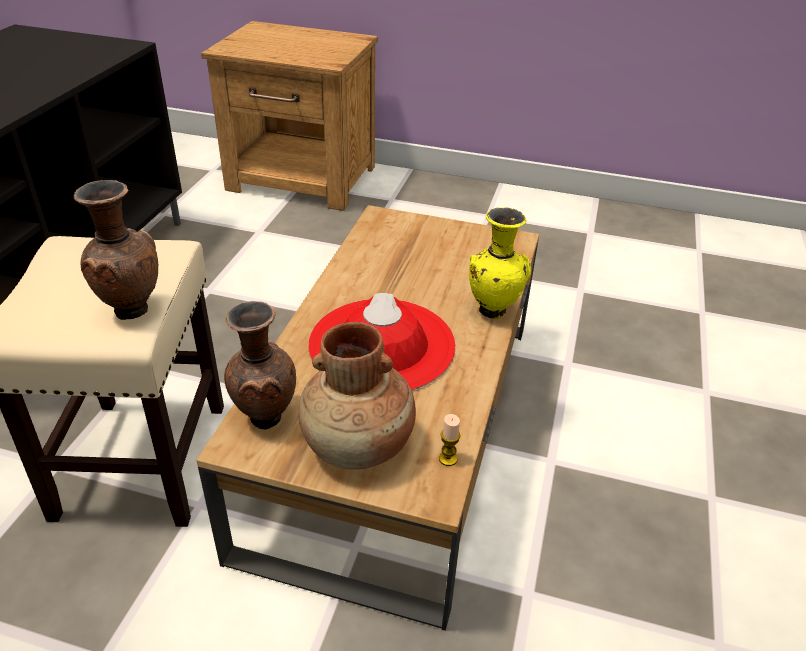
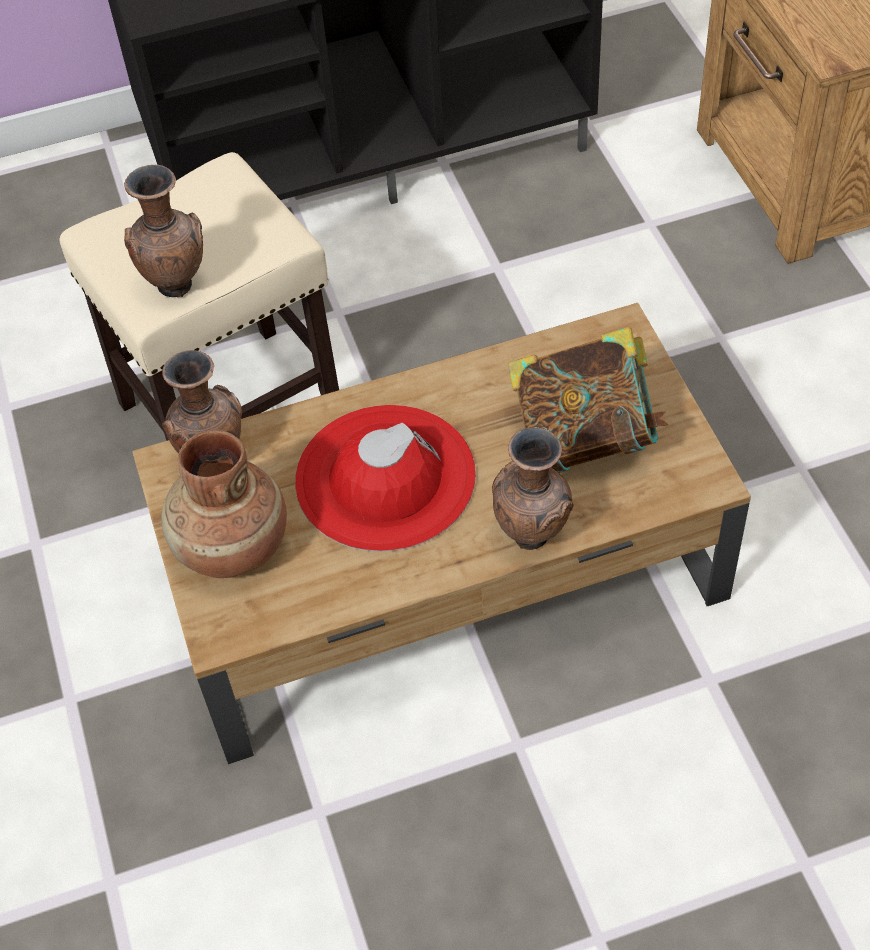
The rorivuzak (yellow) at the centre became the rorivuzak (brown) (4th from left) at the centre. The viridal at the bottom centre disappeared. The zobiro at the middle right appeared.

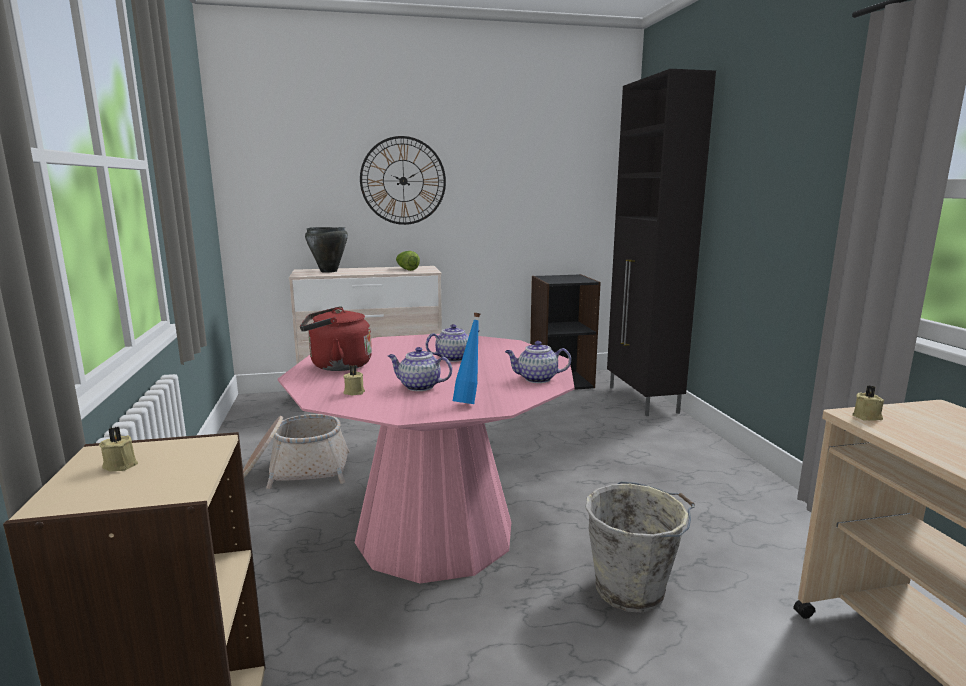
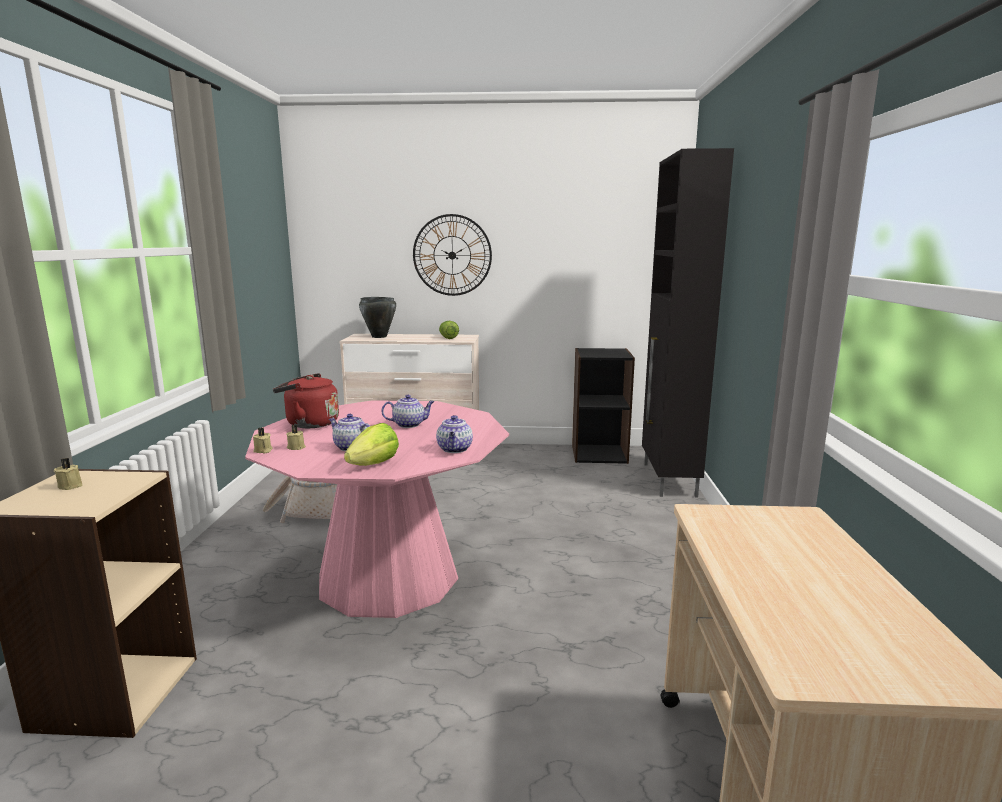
The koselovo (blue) at the centre was replaced by the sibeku (1st from left) at the centre. The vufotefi (3rd from left) at the centre turned 105 degrees counterclockwise. The viridal (beige) (3rd from left in the first image) moved from the middle right to the middle left. The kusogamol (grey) at the bottom centre disappeared.

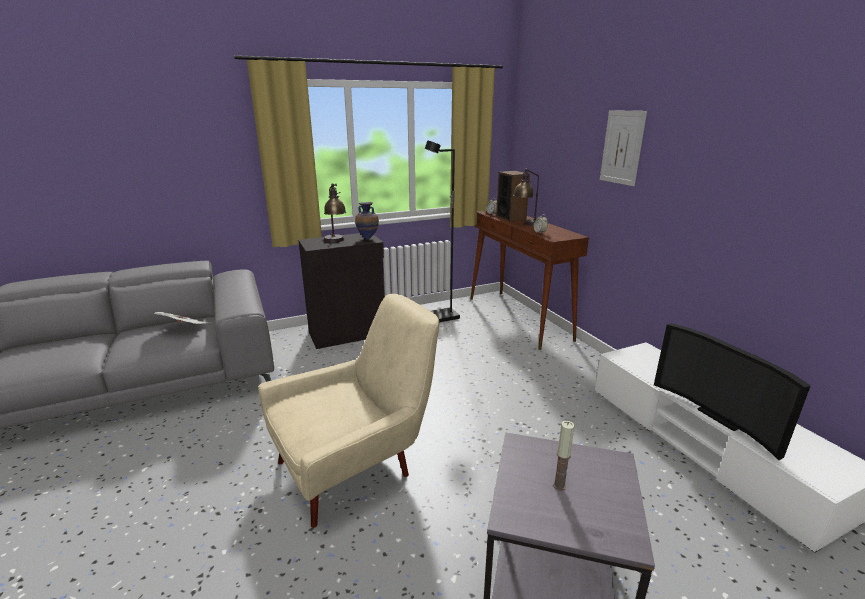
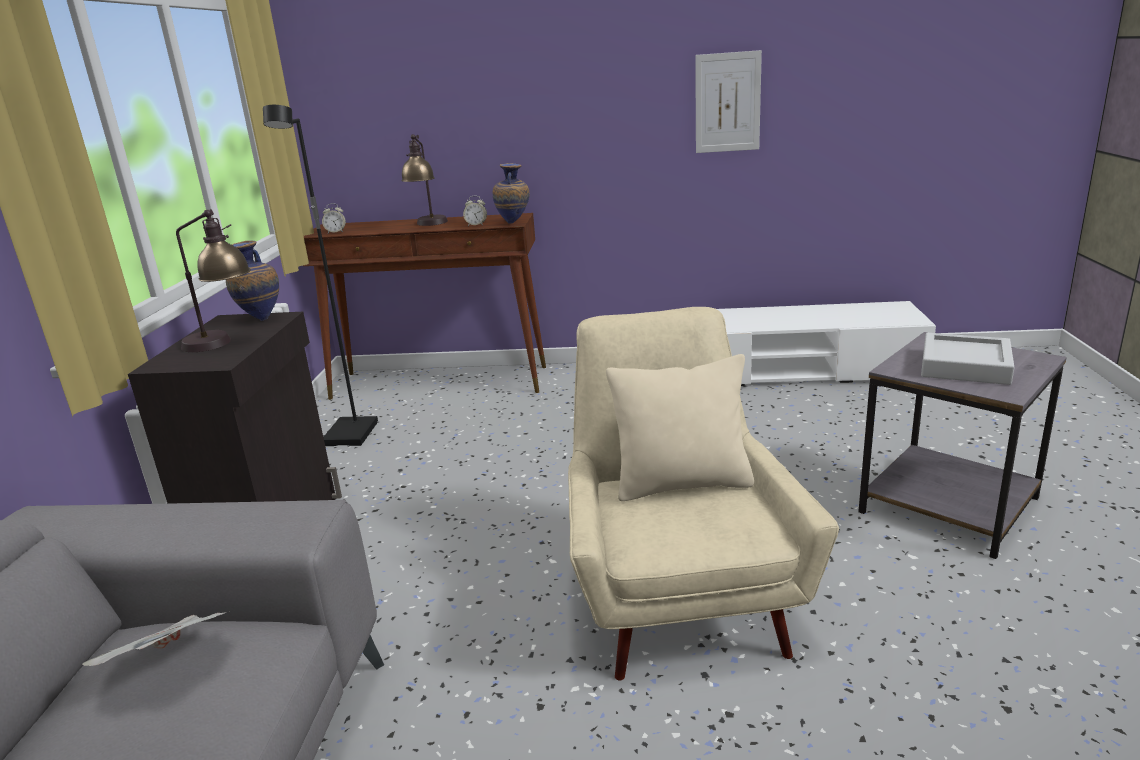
The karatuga moved from the top right to the top centre. The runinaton at the top centre disappeared. The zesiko at the middle right disappeared. The viridal at the bottom centre was replaced by the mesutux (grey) at the middle right. The rorivuzak (2nd from left) at the top centre appeared. The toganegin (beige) at the centre appeared.

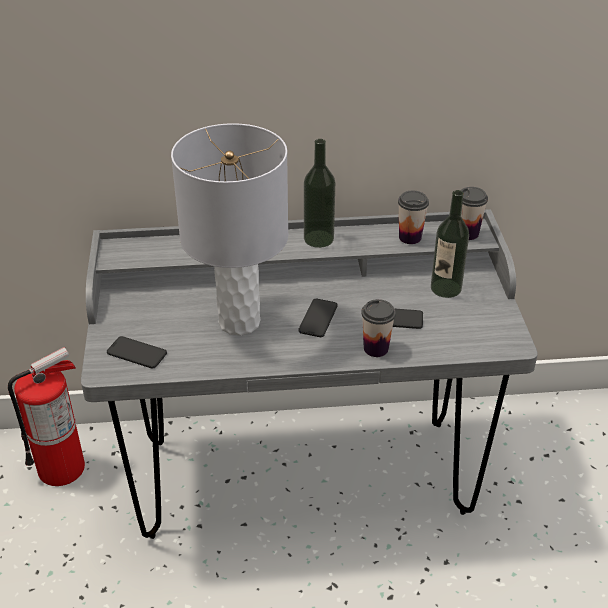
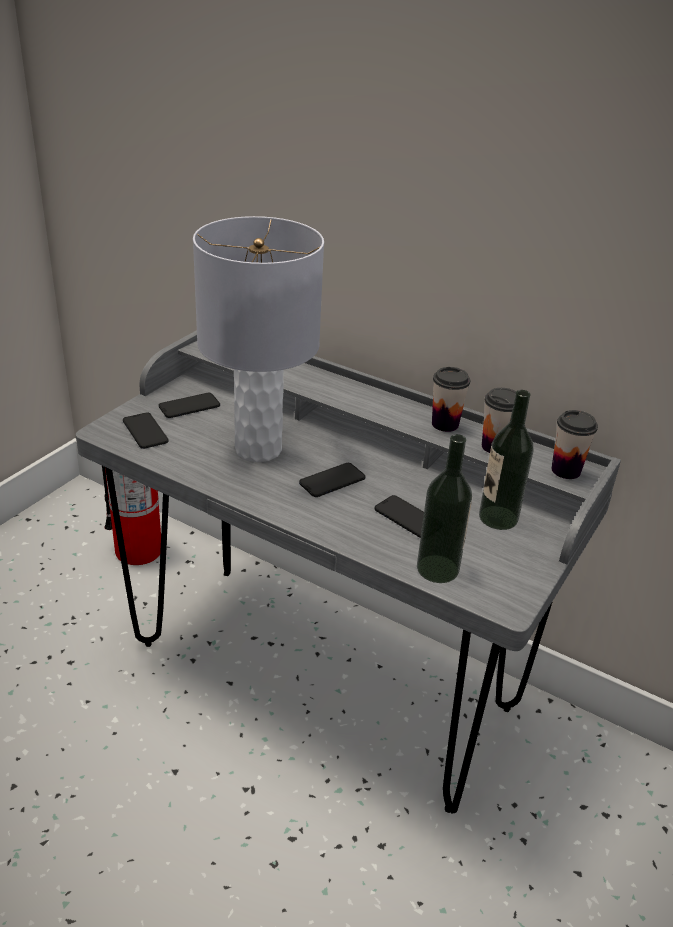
The koselovo (1st from left) moved from the top centre to the centre. The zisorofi (1st from left) moved from the centre to the middle right. The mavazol (2nd from left) at the middle left appeared.

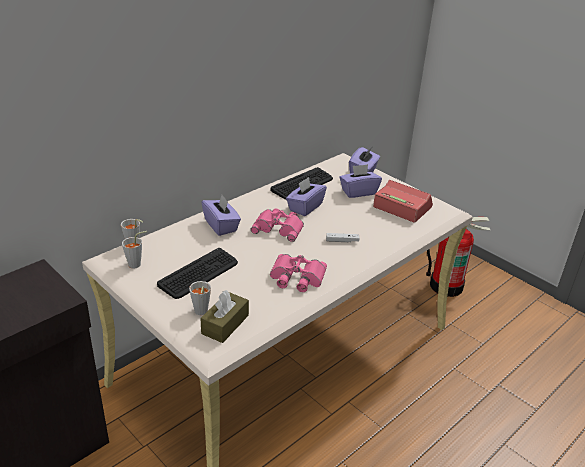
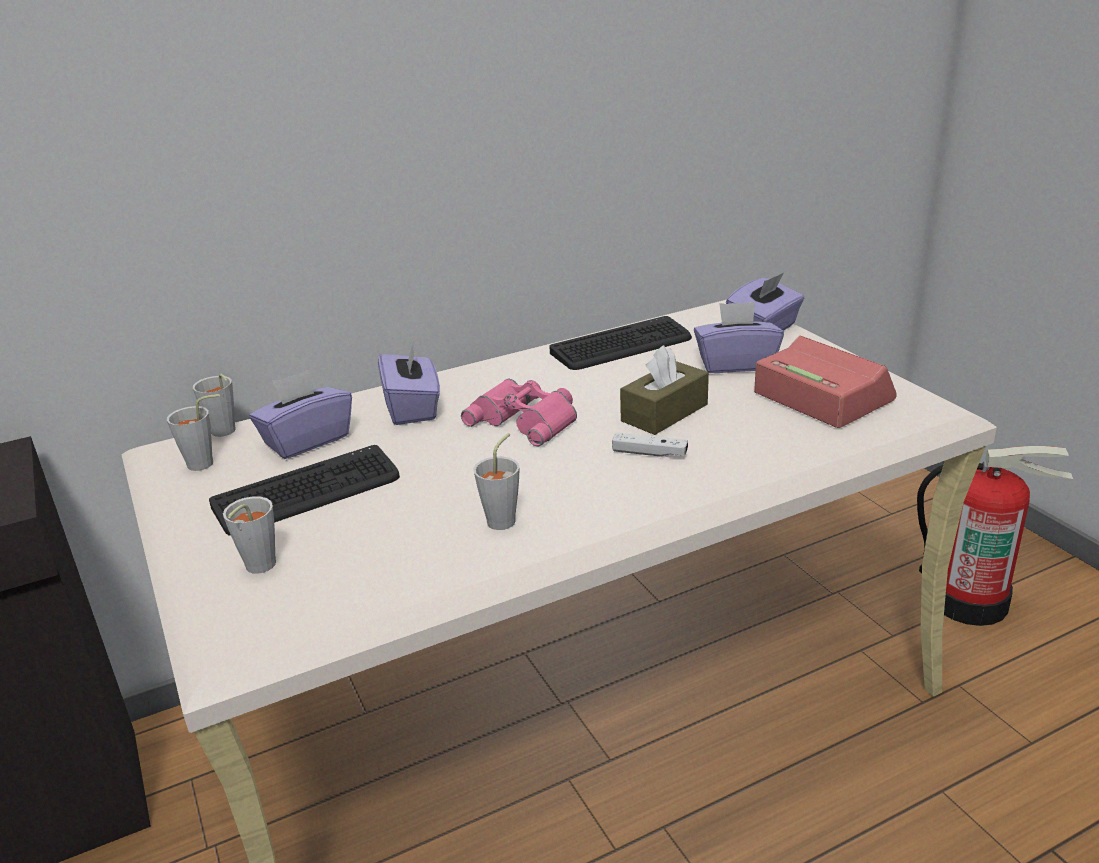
The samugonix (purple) (2nd from left in the first image) moved from the centre to the middle left. The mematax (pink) (2nd from left) at the centre was replaced by the zisorofi (grey) (4th from left) at the centre. The samugonix (brown) moved from the bottom centre to the centre.

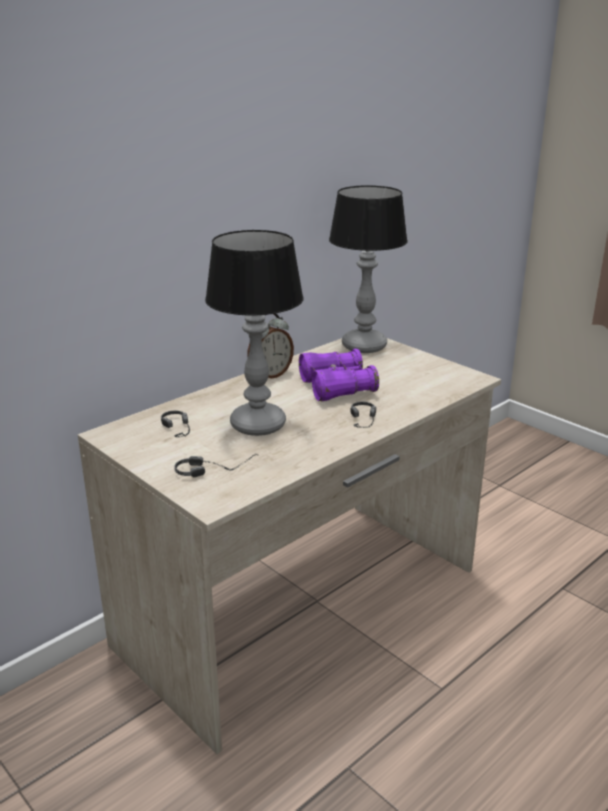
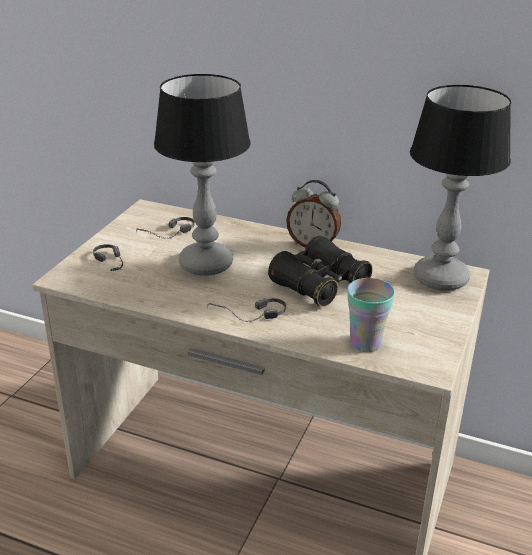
The mematax (purple) at the centre became the mematax (black) at the centre. The zisorofi at the middle right appeared.

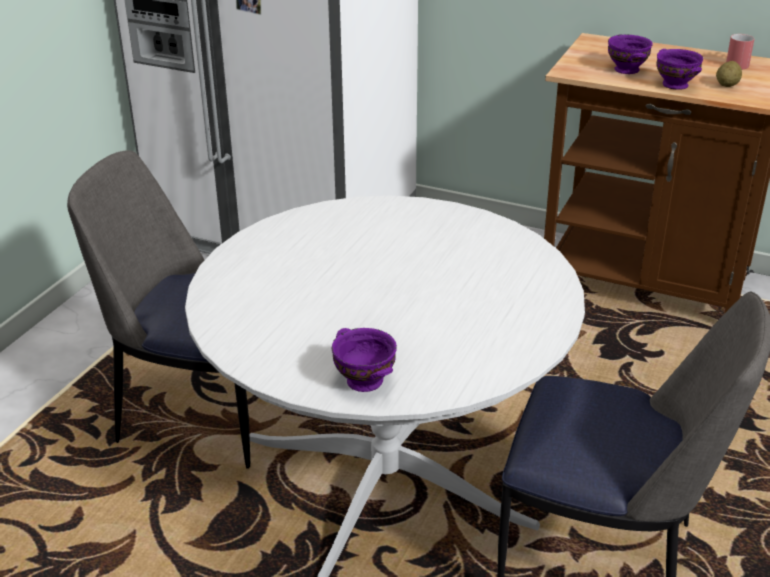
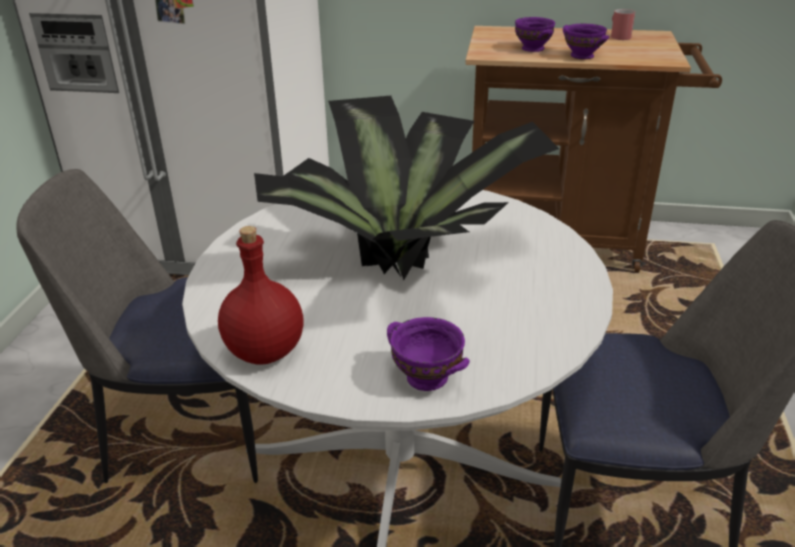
The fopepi at the top right disappeared. The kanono at the centre appeared. The koselovo (red) at the middle left appeared.

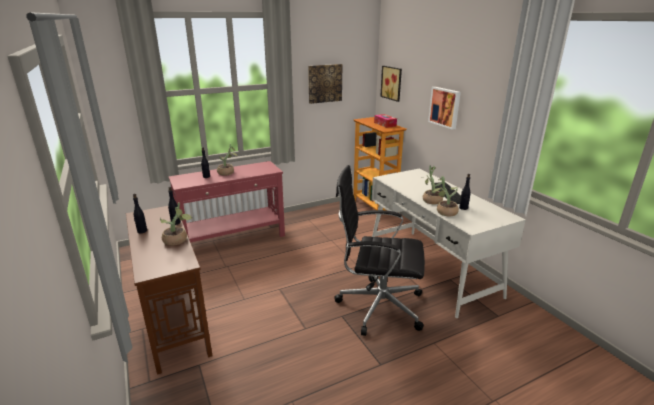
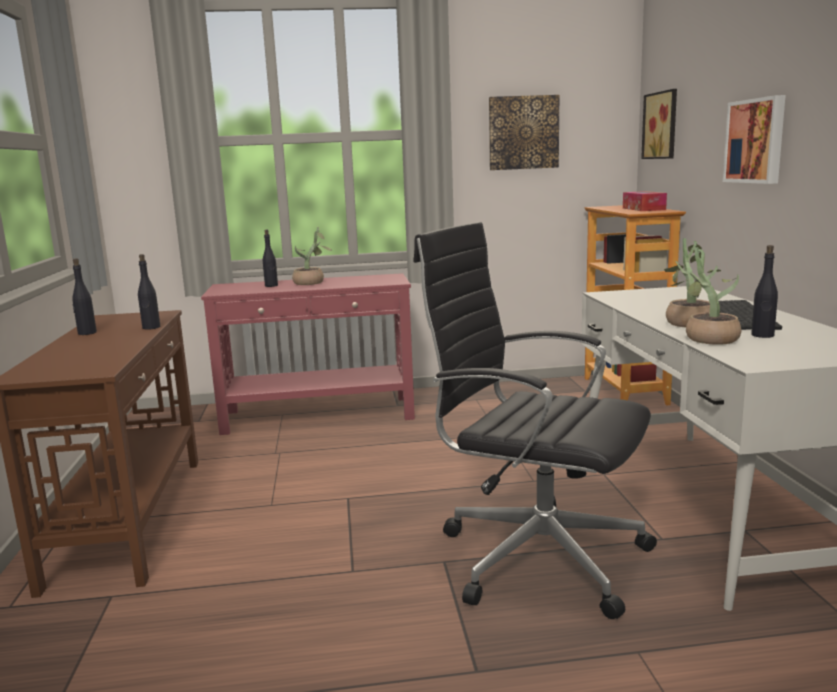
The kanono (1st from left) at the middle left disappeared.

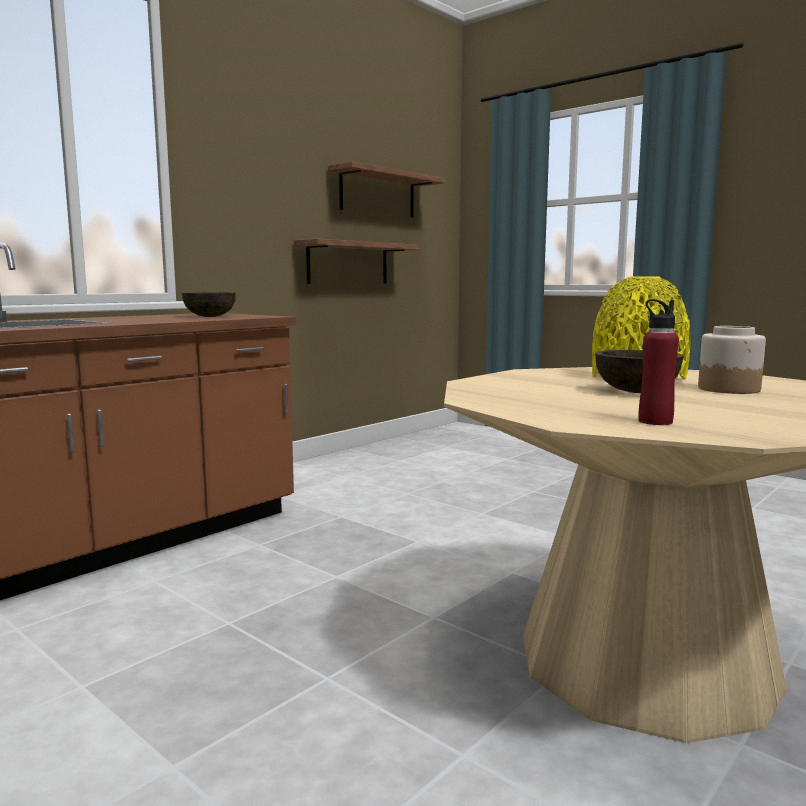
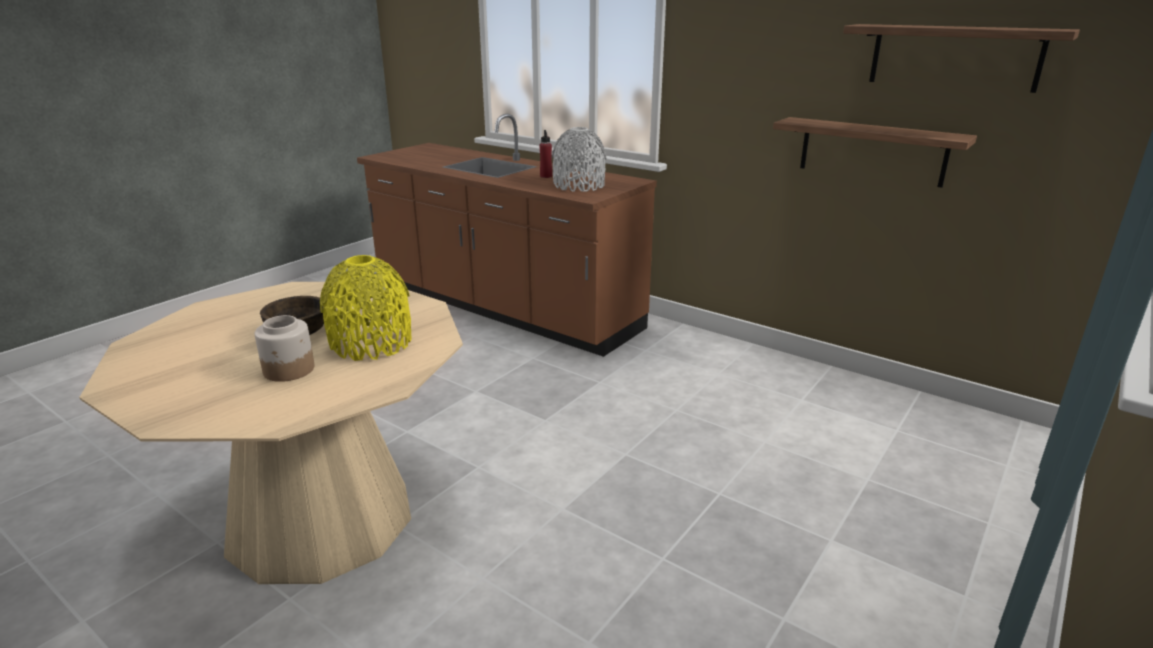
The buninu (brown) (1st from left) at the middle left was replaced by the rorivuzak (grey) at the top centre. The koselovo (red) moved from the middle right to the top centre.

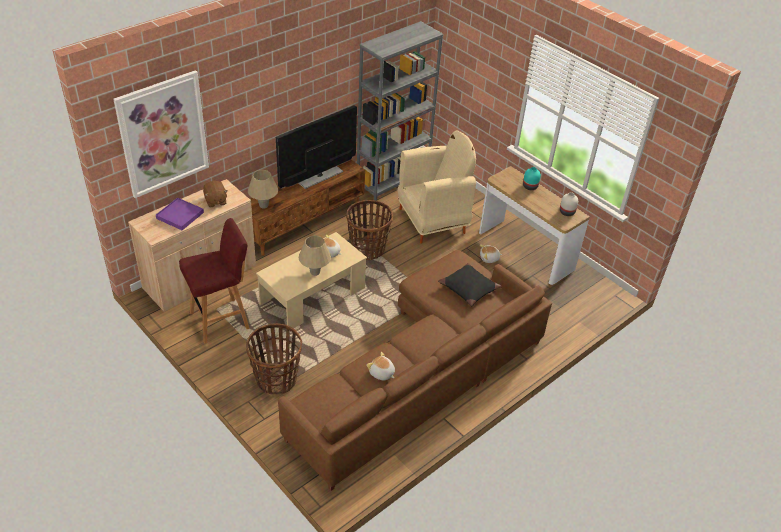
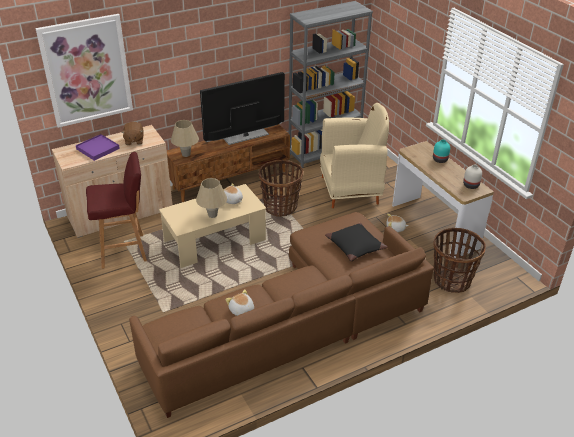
The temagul (1st from left in the first image) moved from the bottom centre to the middle right.

